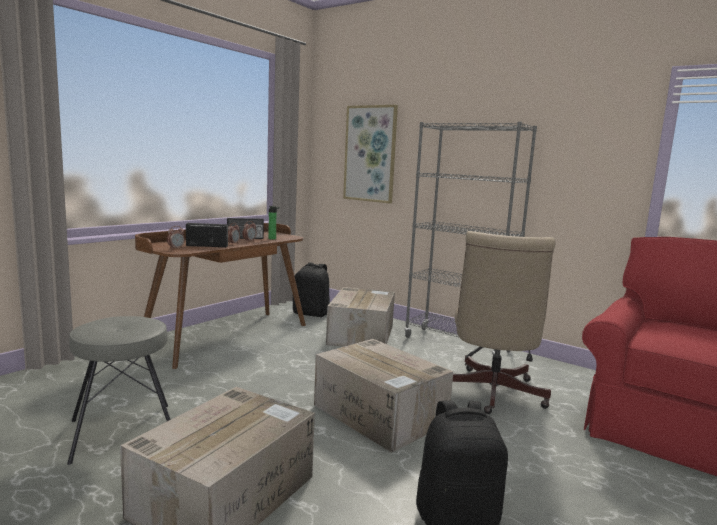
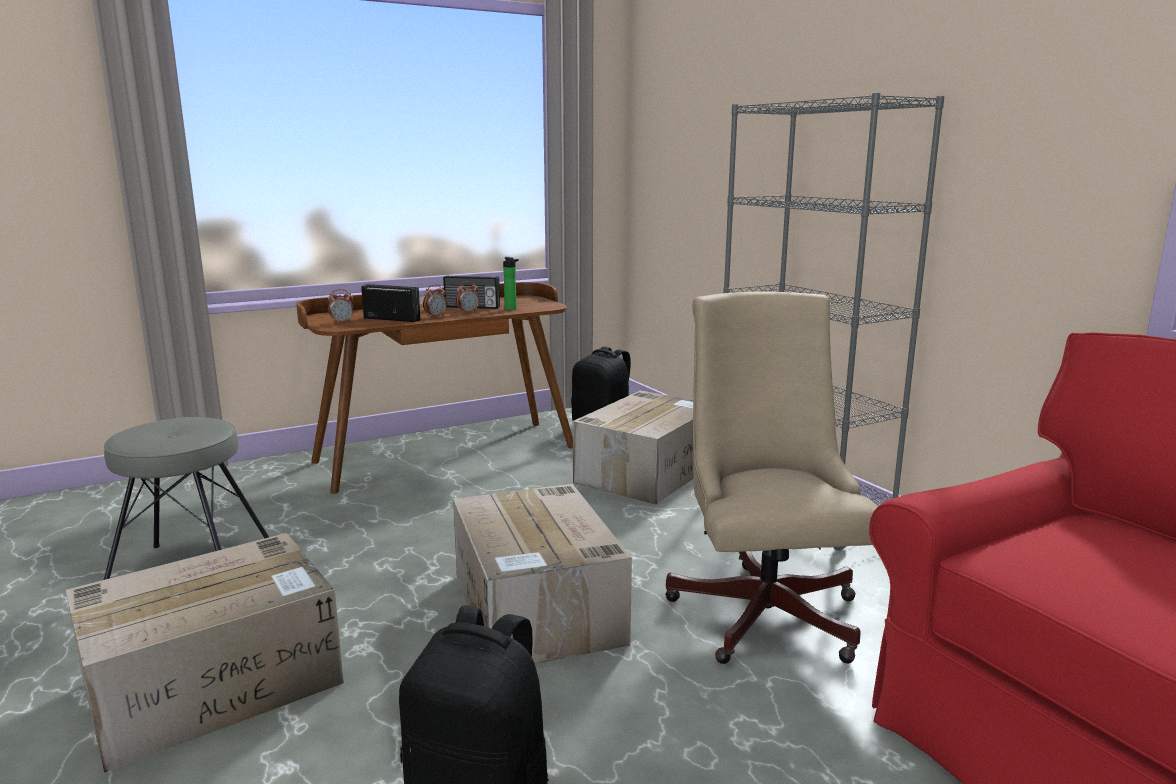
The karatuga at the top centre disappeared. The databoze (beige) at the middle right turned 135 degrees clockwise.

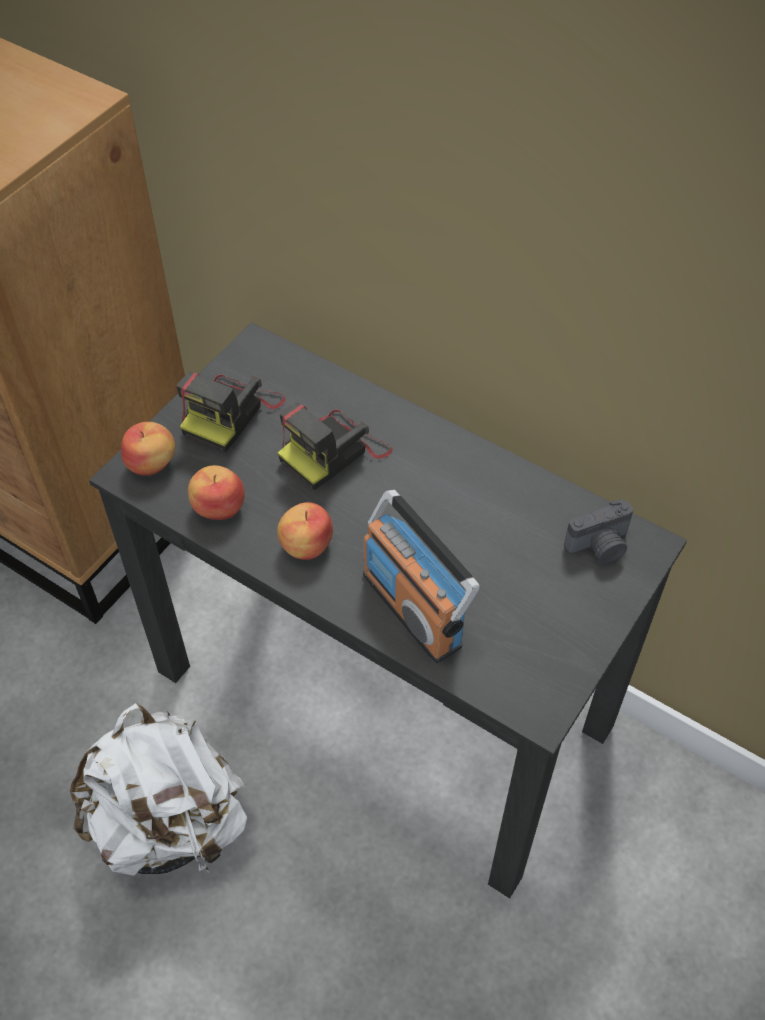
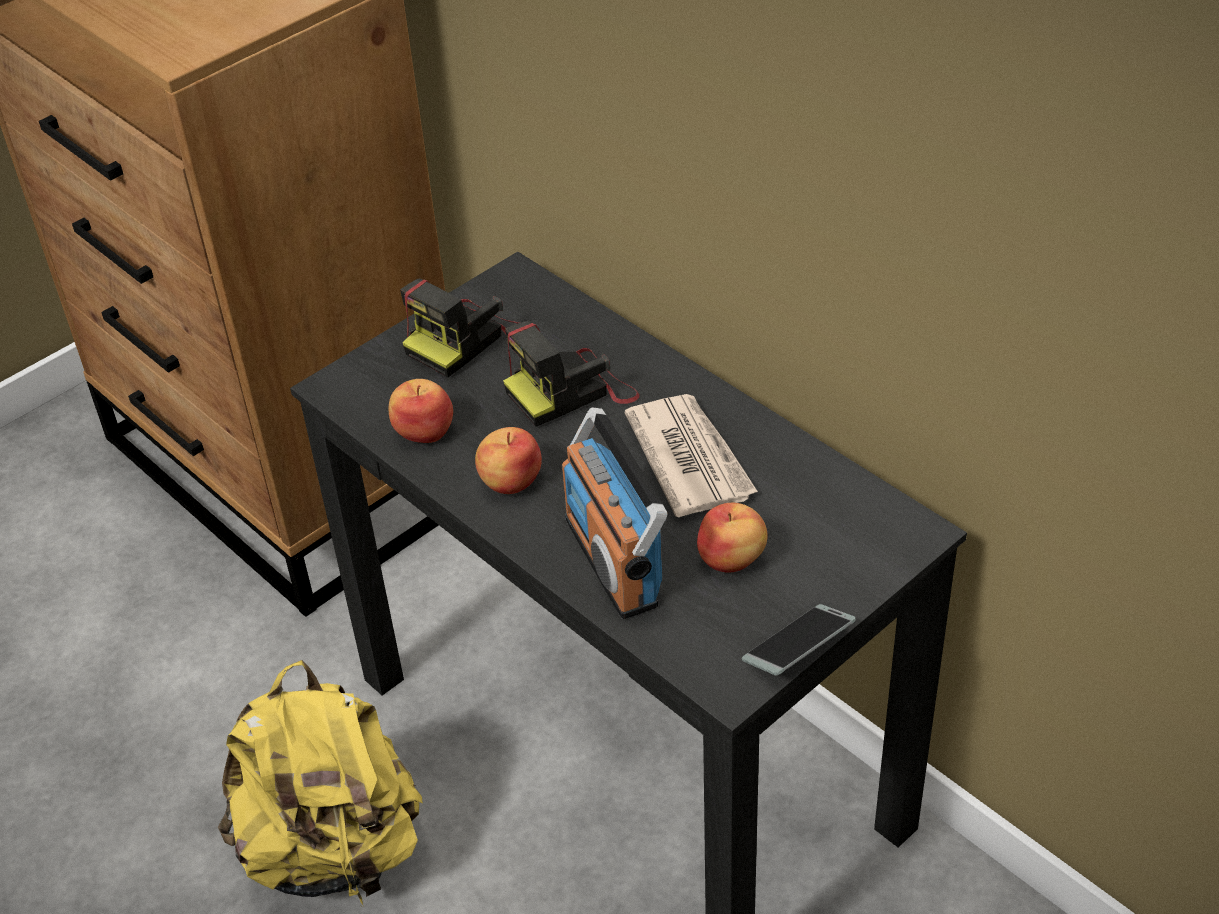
The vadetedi (1st from left in the first image) moved from the middle left to the centre. The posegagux (3rd from left) at the middle right disappeared. The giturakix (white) at the bottom left became the giturakix (yellow) at the bottom left. The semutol at the centre appeared. The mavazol at the bottom centre appeared.

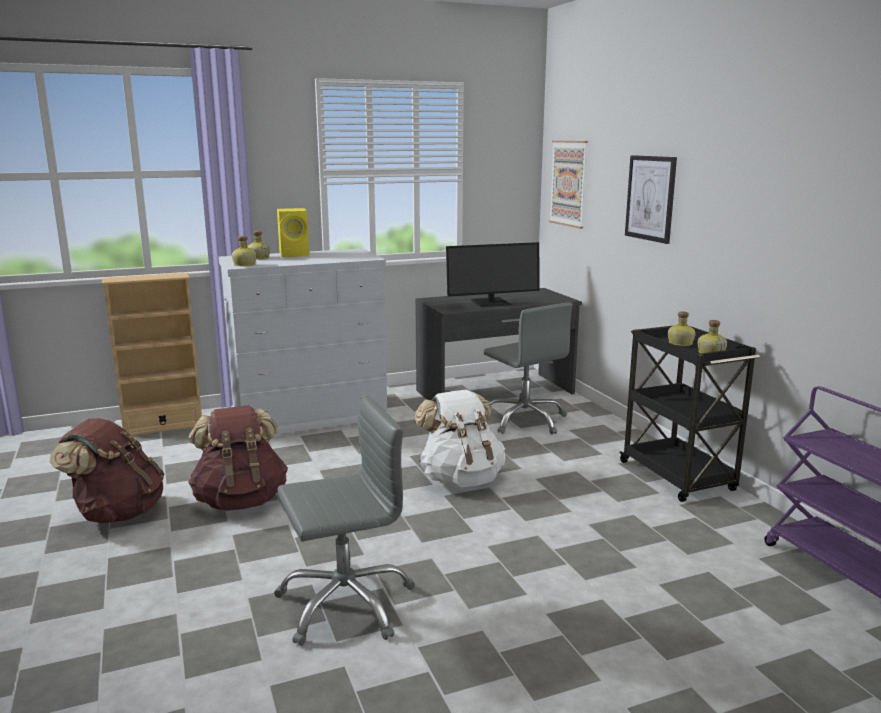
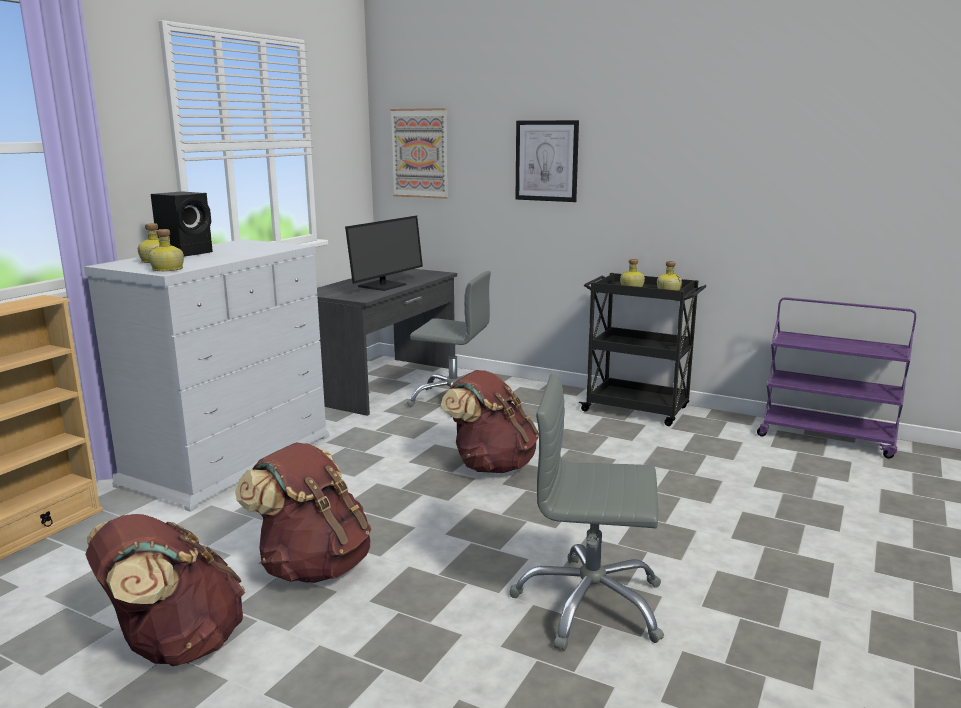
The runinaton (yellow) at the top left became the runinaton (black) at the top left. The giturakix (white) at the centre became the giturakix (brown) (3rd from left) at the centre. The databoze (grey) (1st from left in the first image) at the bottom centre turned 105 degrees counterclockwise.

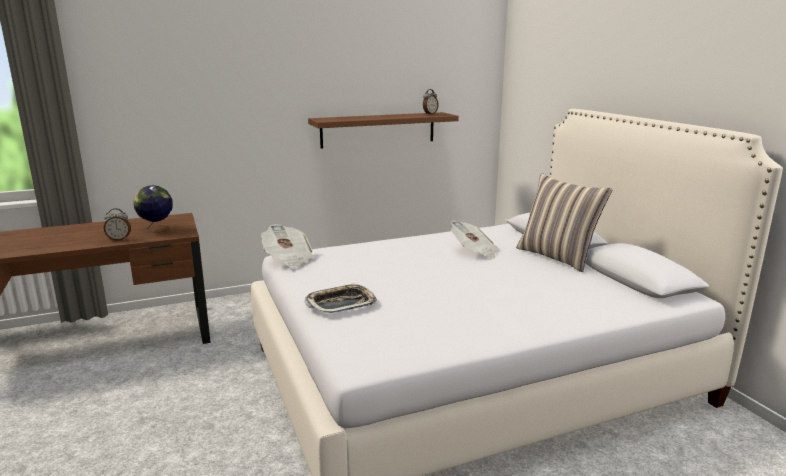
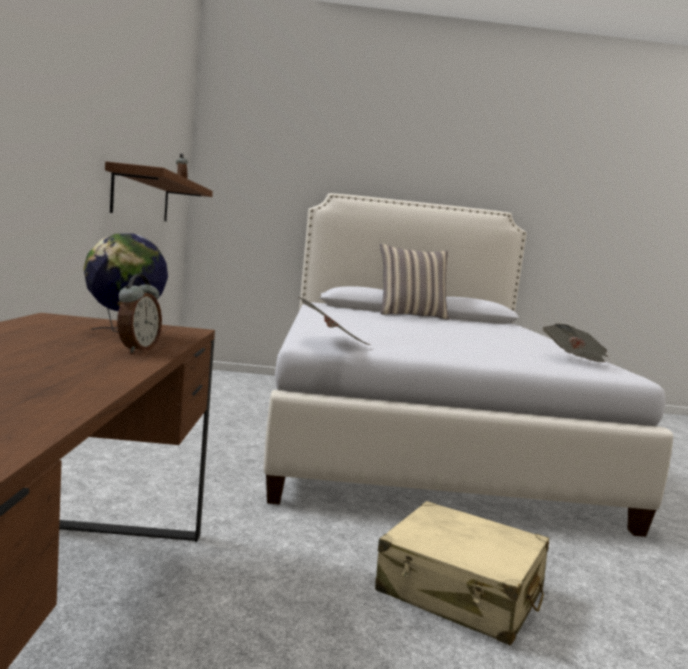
The semutol (2nd from left) moved from the centre to the middle right. The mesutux at the centre disappeared. The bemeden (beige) at the bottom right appeared.

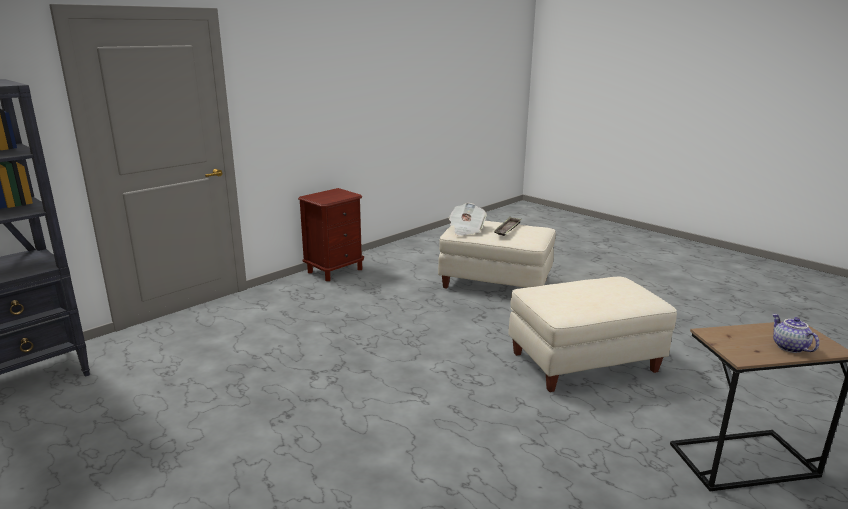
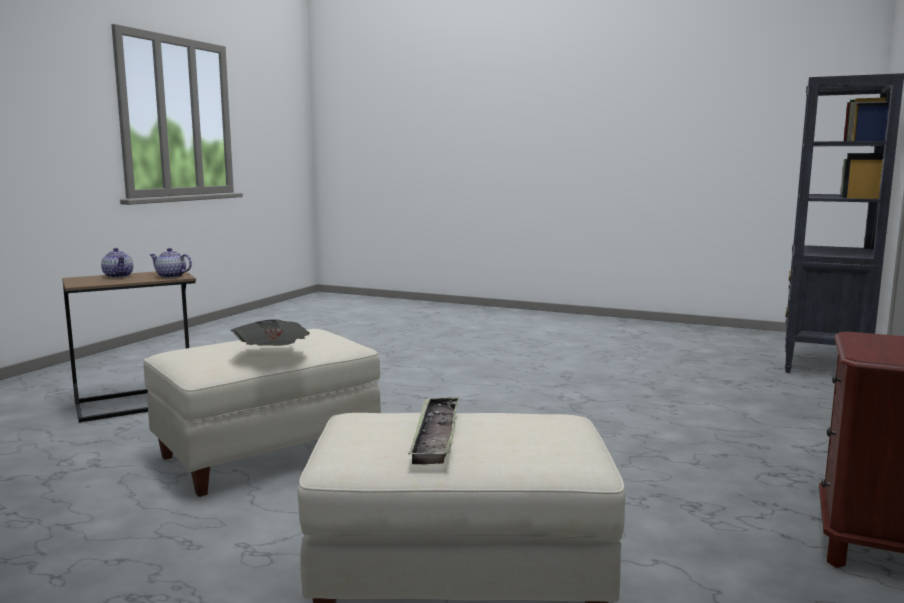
The semutol moved from the centre to the middle left. The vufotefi (2nd from left) at the middle left appeared.

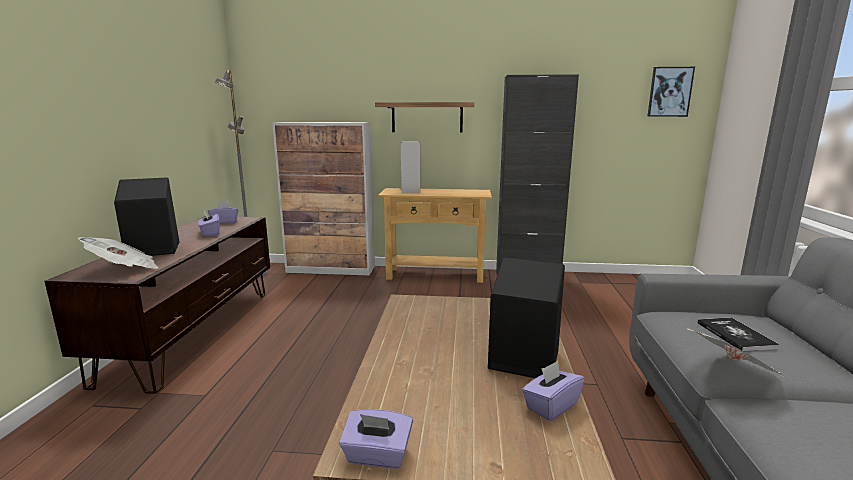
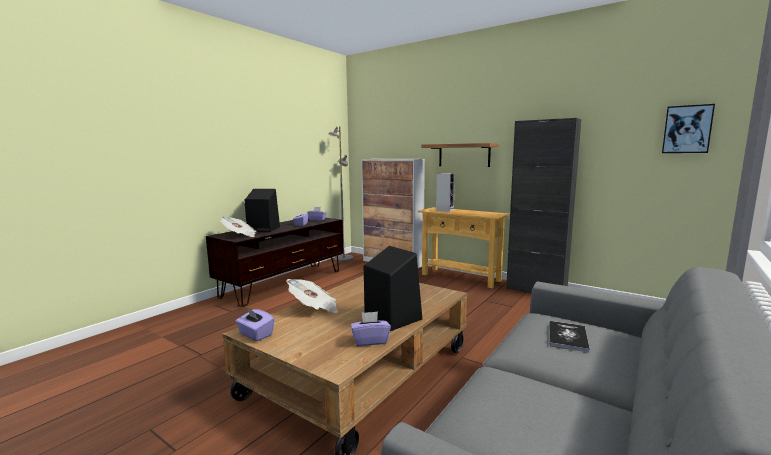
The semutol (2nd from left) moved from the bottom right to the centre.

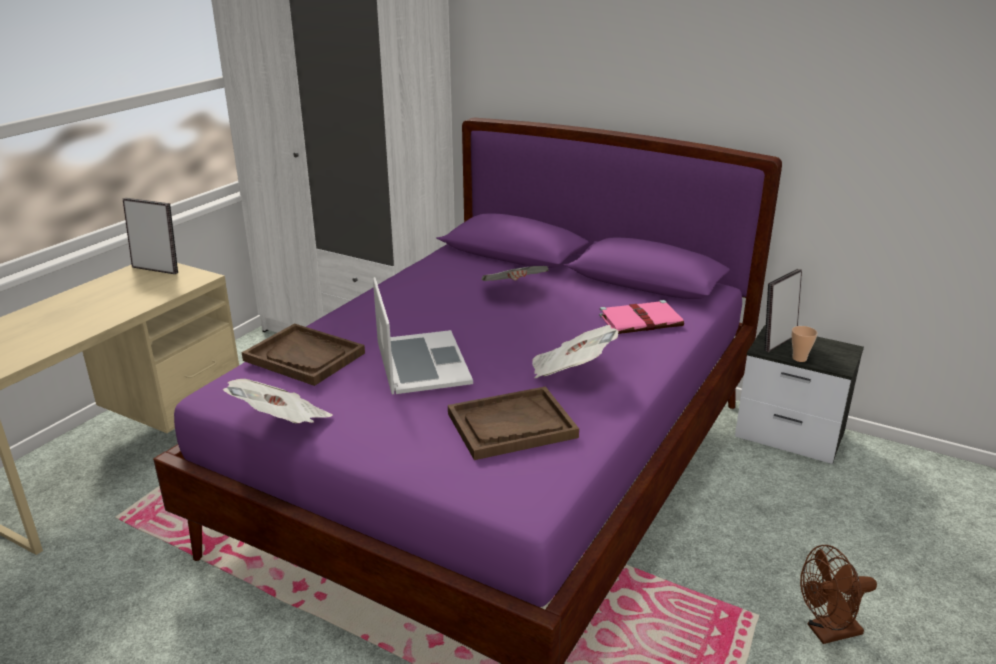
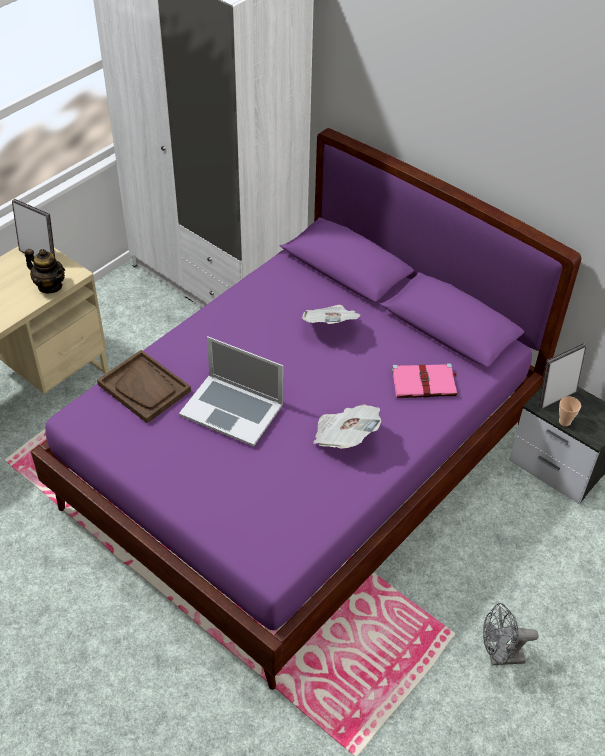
The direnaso at the centre turned 120 degrees clockwise. The semutol (1st from left) at the middle left disappeared. The mesutux (brown) (2nd from left) at the centre disappeared. The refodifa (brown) at the bottom right became the refodifa (grey) at the bottom right. The vufotefi at the middle left appeared.

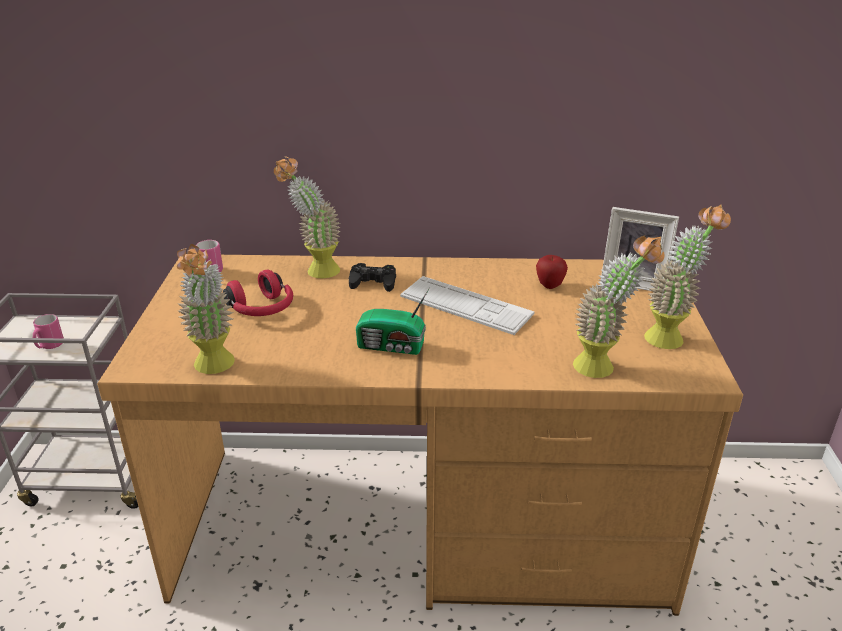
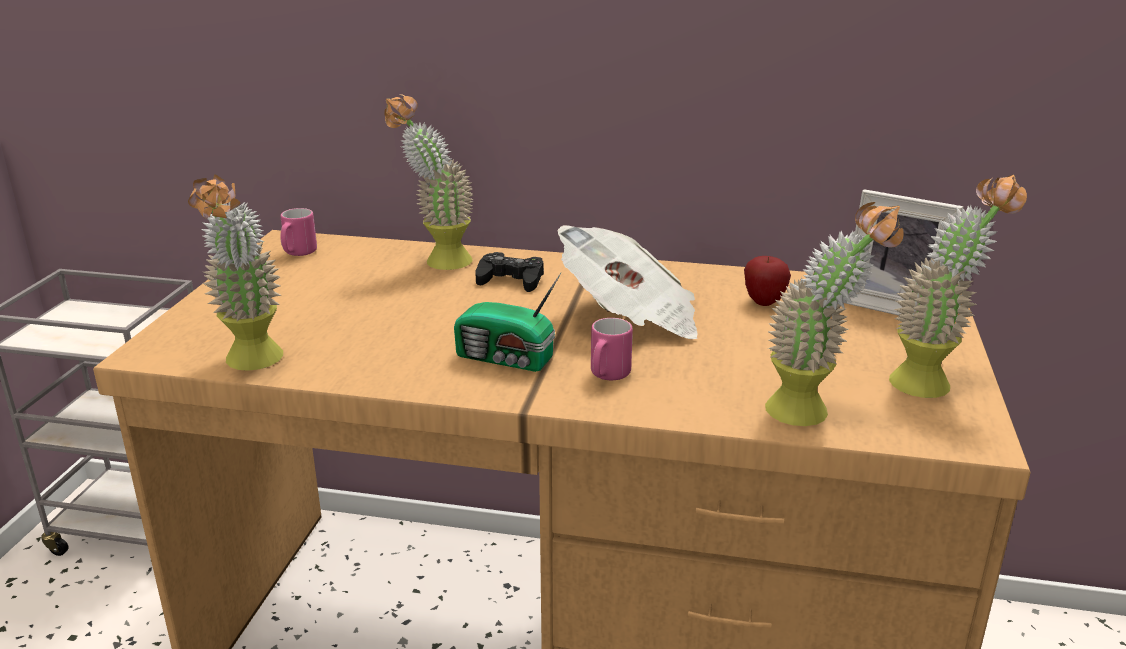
The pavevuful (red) at the middle left disappeared. The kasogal at the centre was replaced by the semutol at the centre. The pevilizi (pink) (1st from left in the first image) moved from the middle left to the centre.

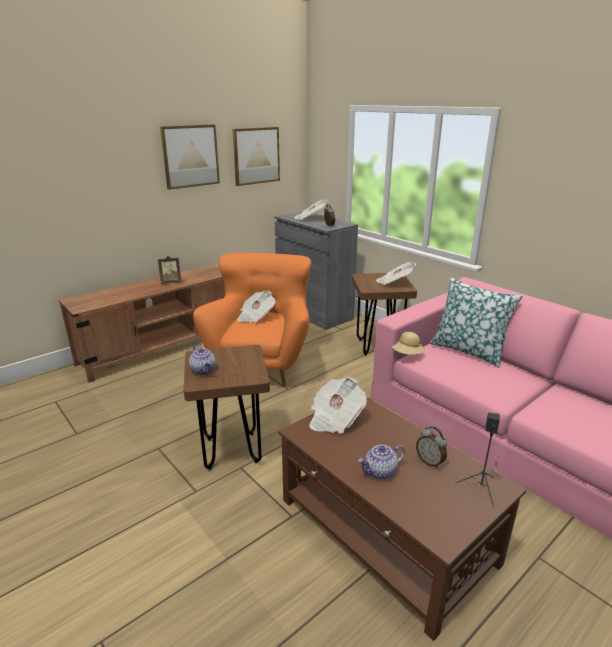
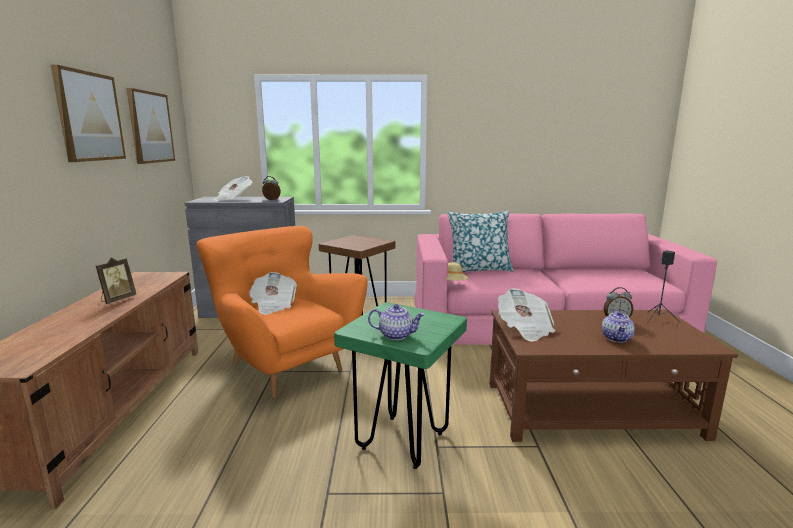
The semutol (4th from left) at the centre disappeared. The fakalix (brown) (1st from left) at the centre became the fakalix (green) at the bottom centre.

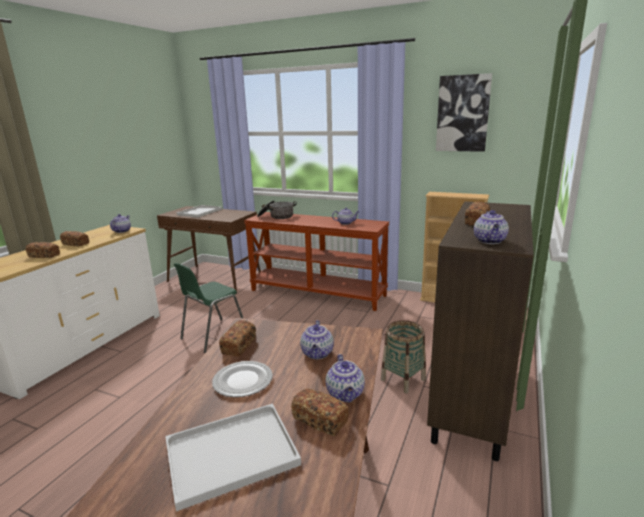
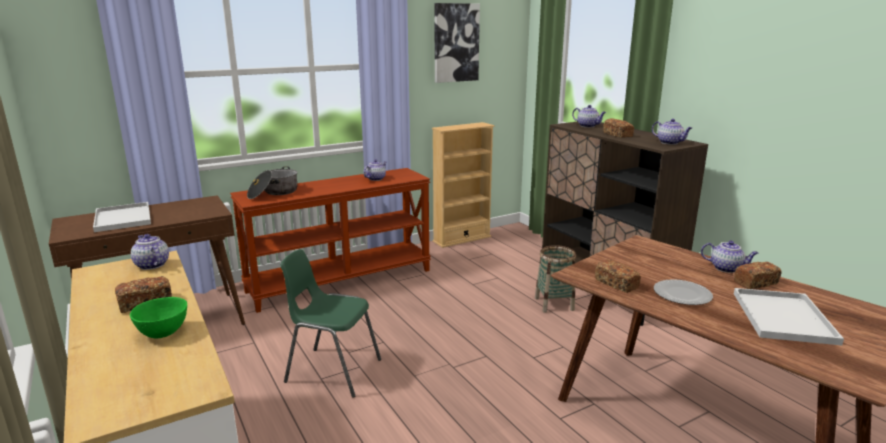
The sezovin (1st from left) at the middle left was replaced by the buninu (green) at the bottom left. The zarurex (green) at the middle left turned 120 degrees clockwise. The vufotefi (2nd from left in the first image) moved from the centre to the top centre.

